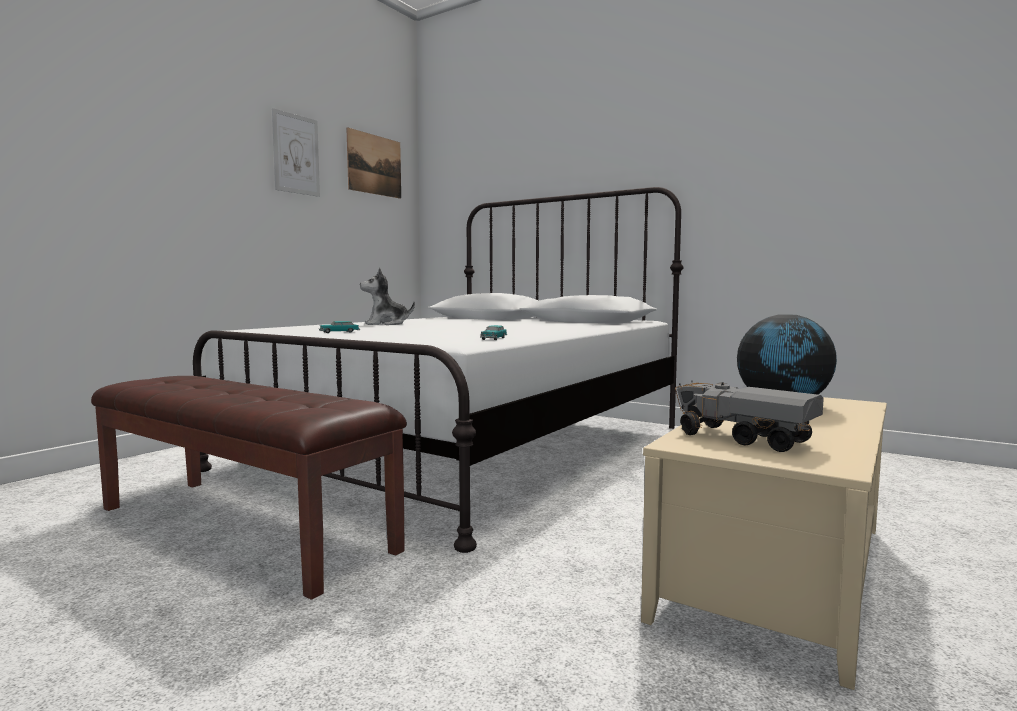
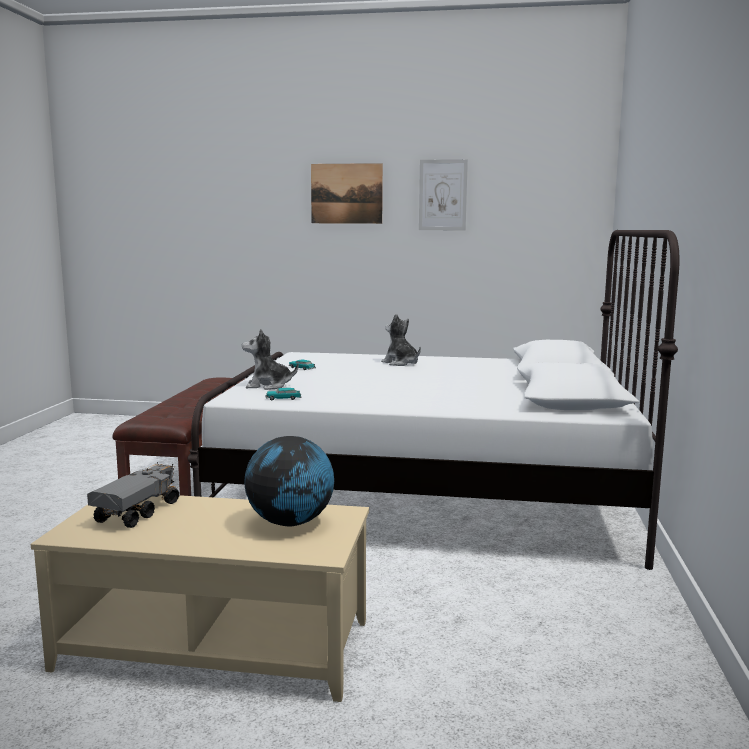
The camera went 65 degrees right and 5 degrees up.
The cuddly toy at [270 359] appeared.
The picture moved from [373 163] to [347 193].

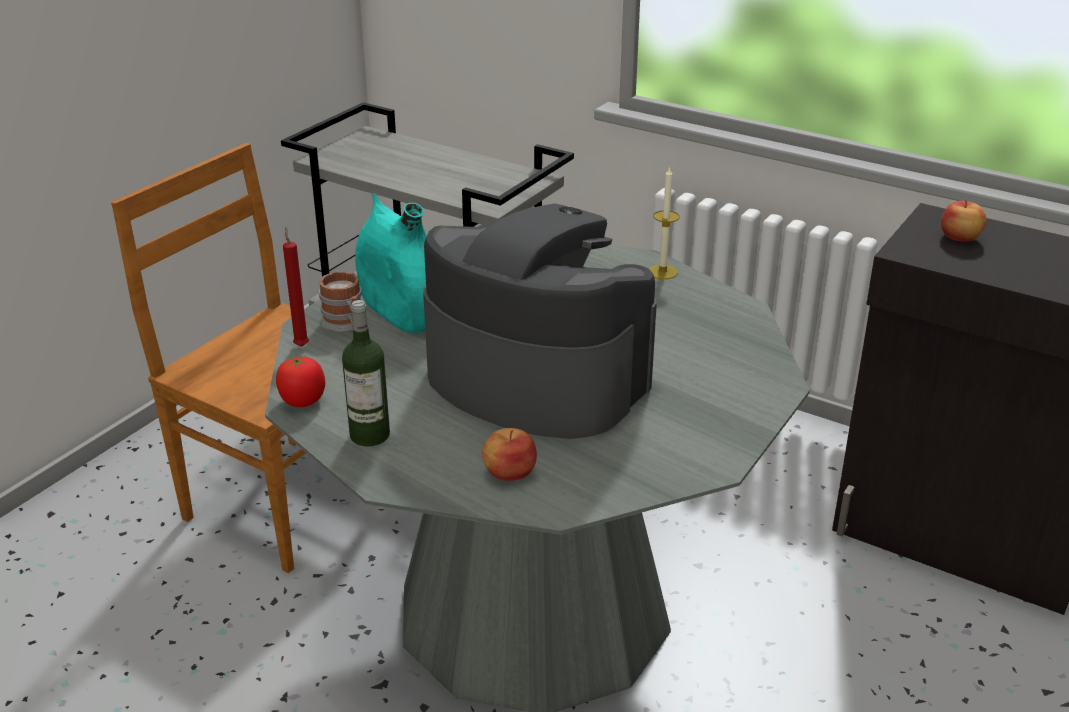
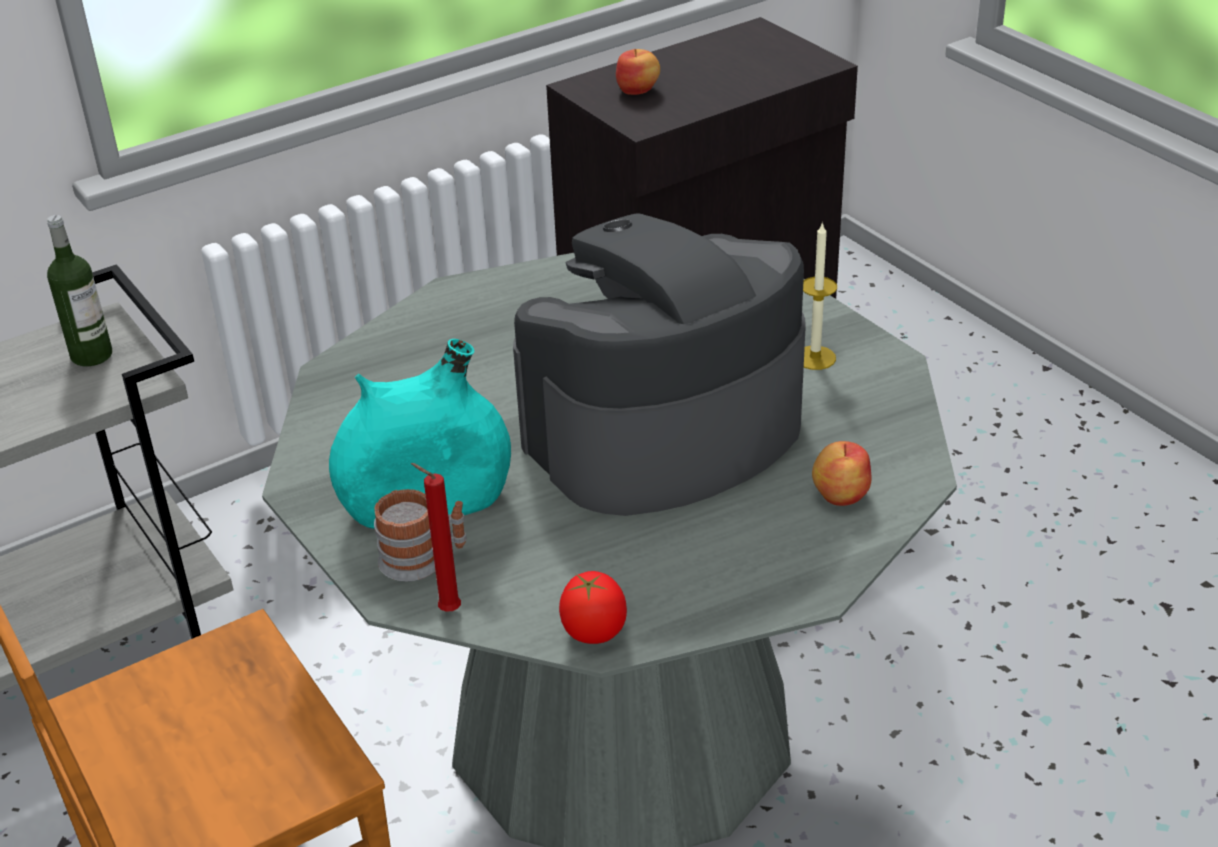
The camera went 65 degrees left and 5 degrees up.
The drink bottle moved from [366 373] to [79 290].
The candle moved from [664 222] to [820 296].

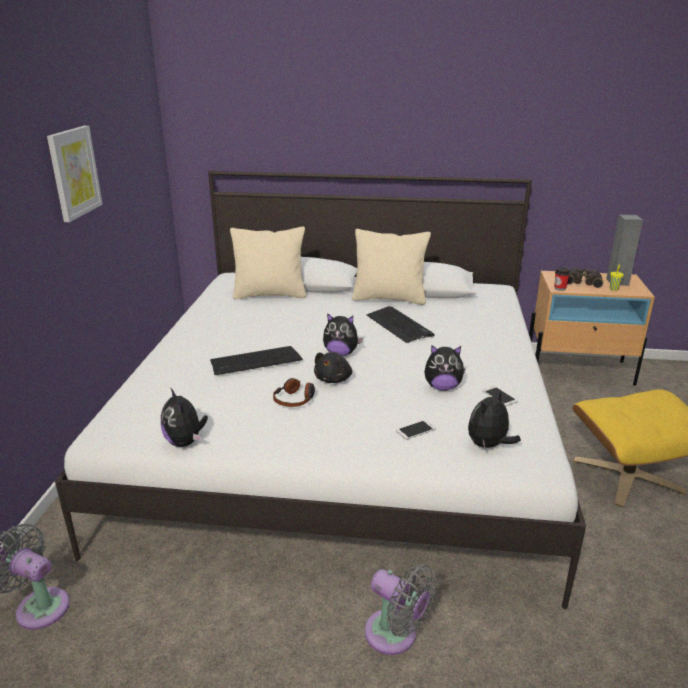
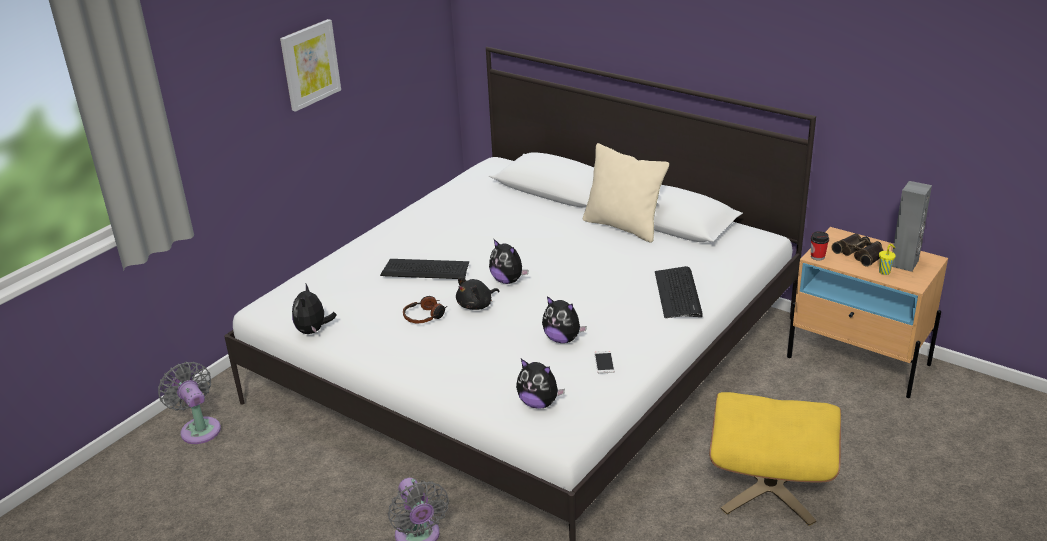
The camera went 30 degrees right and 5 degrees up.
The sand-coloured pillow at [268 263] disappeared.
The telephone at [416 430] disappeared.
The keyboard moved from [400 324] to [678 292].
The cuddly toy at [494 420] turned 135 degrees counterclockwise.

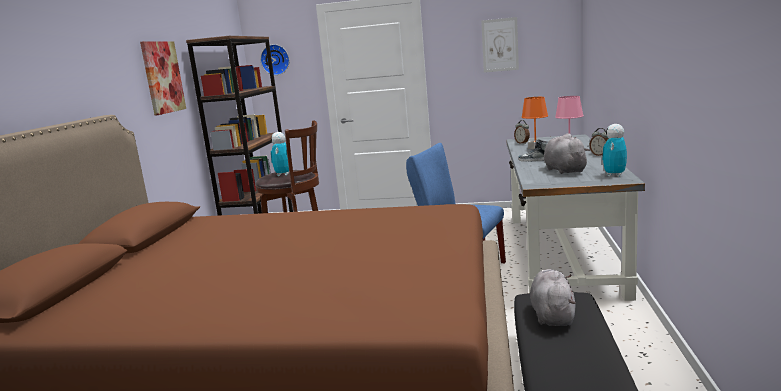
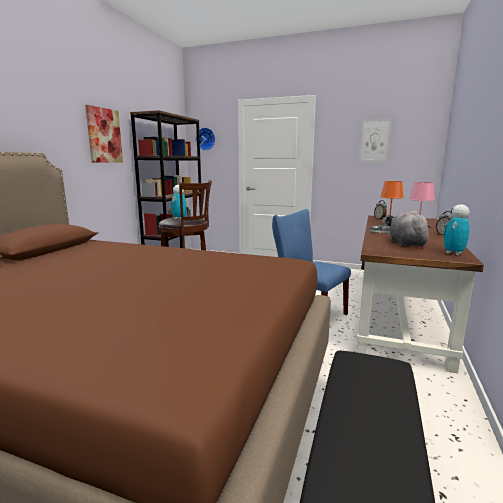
The camera went 10 degrees right and 0 degrees up.
The grey cuddly toy at [553 297] disappeared.
The grey desk table at [575 217] became the brown-coloured desk table at [420 294].

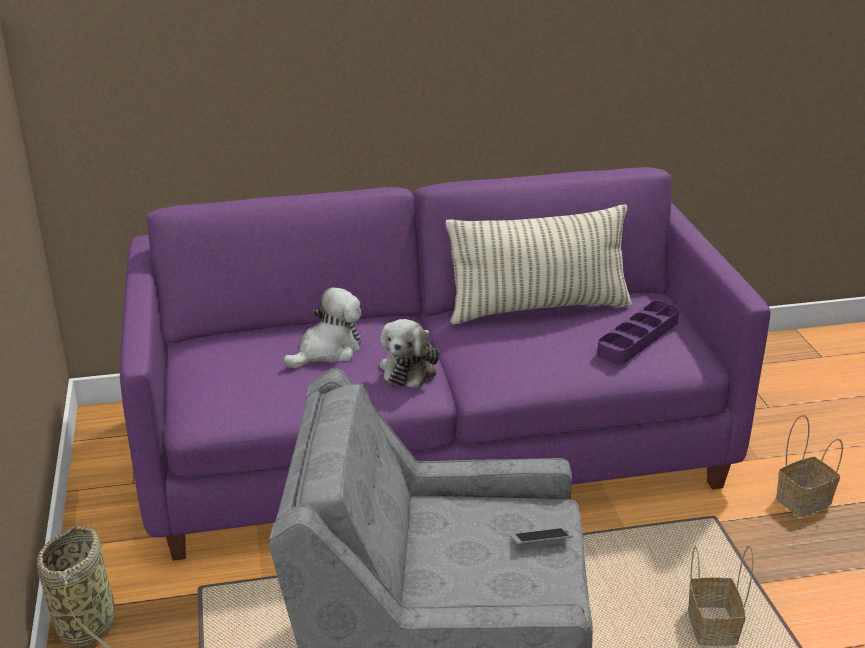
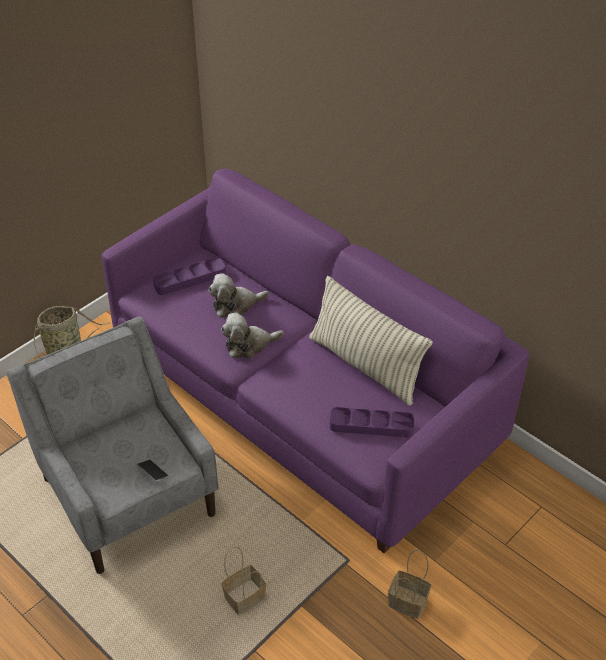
The camera went 55 degrees right and 15 degrees up.
The purple tray at [189 276] appeared.
The cuddly toy at [322 327] turned 150 degrees clockwise.

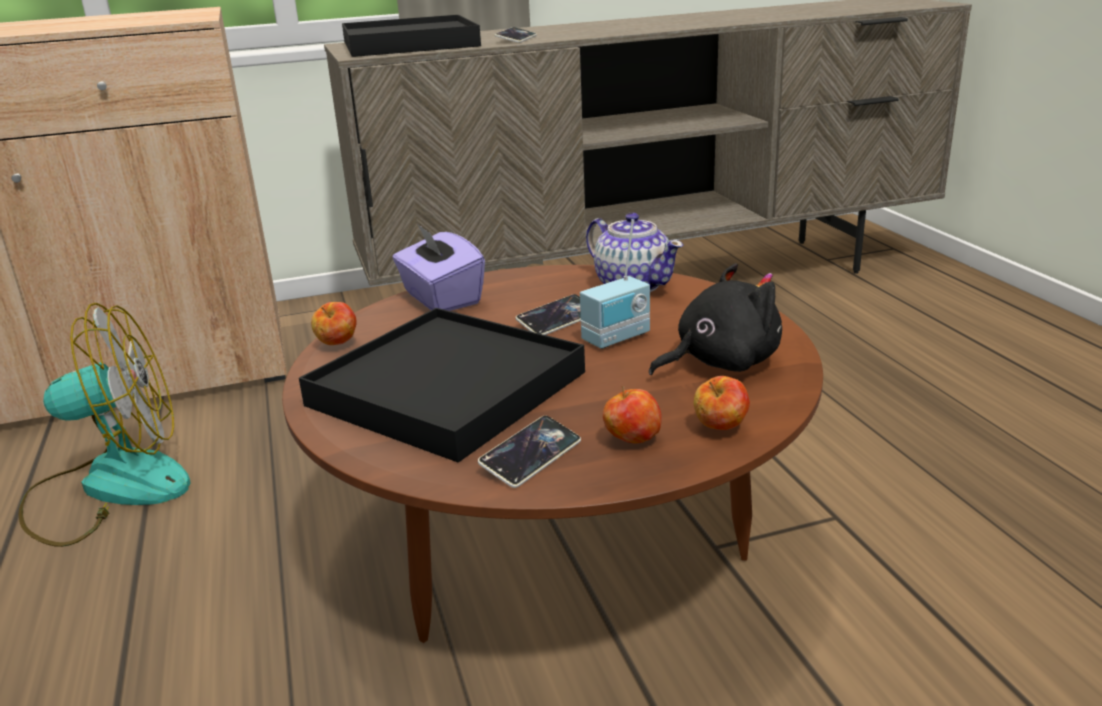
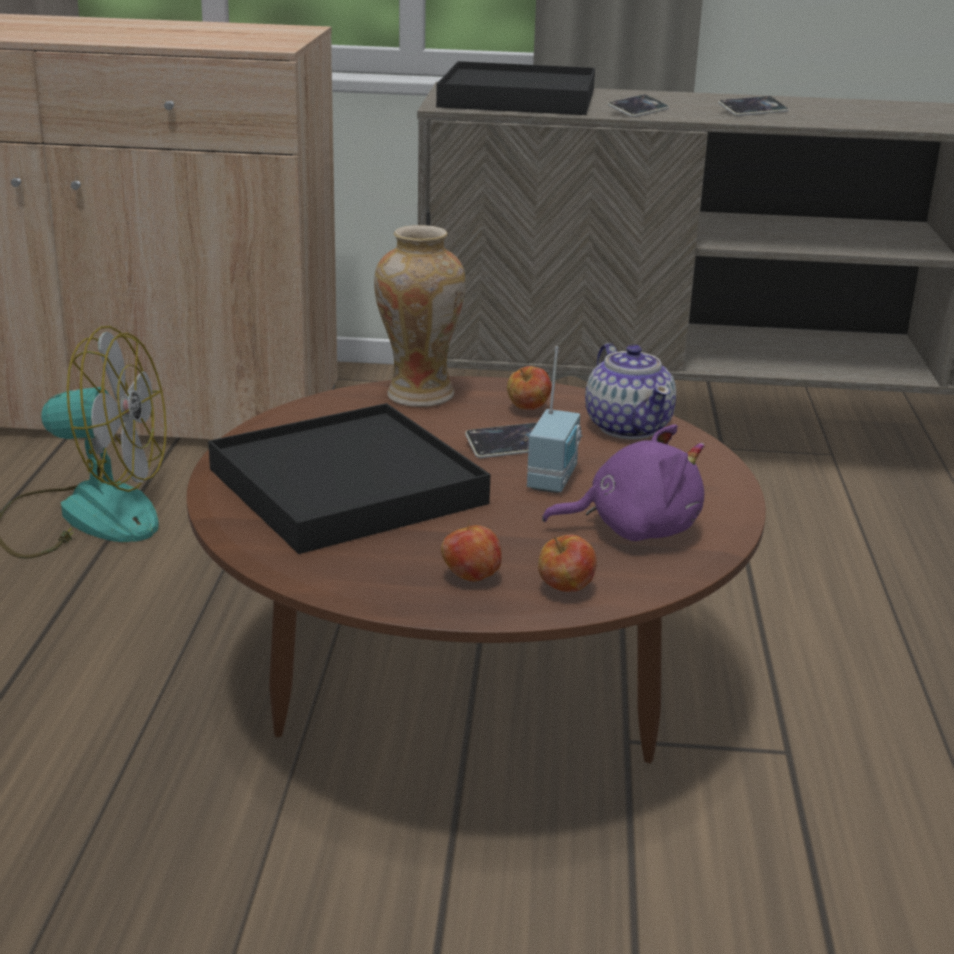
The camera went 20 degrees right and 0 degrees up.
The whole apple moved from [333 323] to [529 388].
The telephone moved from [529 452] to [753 106].
The purple tissue holder at [438 267] was replaced by the vase at [420 316].
The black cuddly toy at [715 319] became the purple cuddly toy at [623 482].
The radio receiver at [615 284] turned 60 degrees counterclockwise.

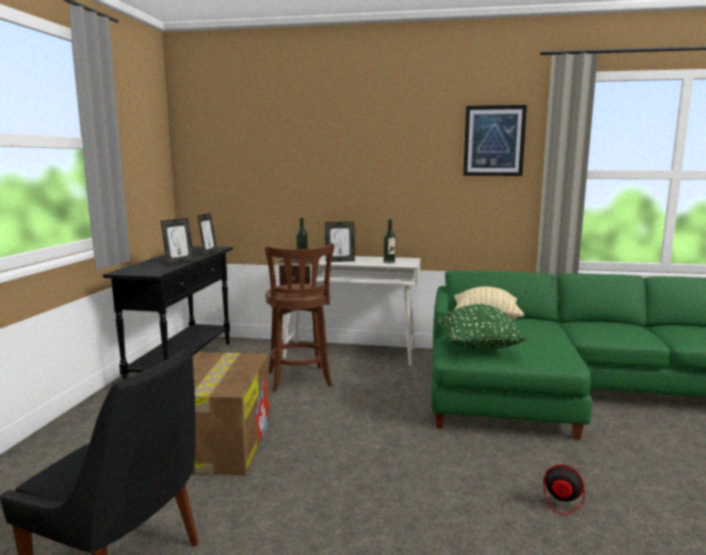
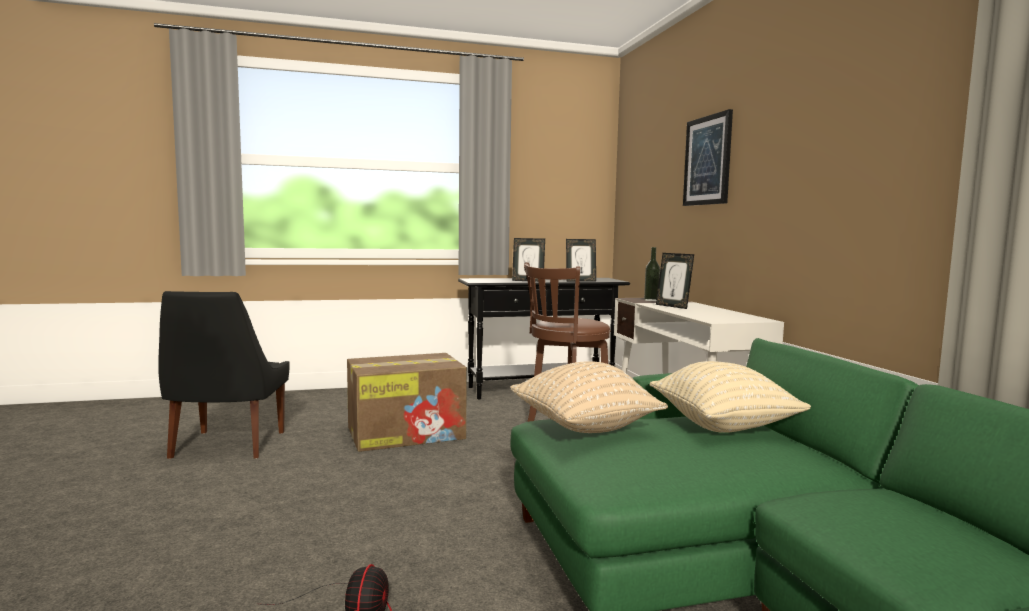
The camera went 65 degrees right and 5 degrees down.
The drink bottle at [390 241] disappeared.
The picture moved from [495 140] to [708 157].
The green-coloured pillow at [482 326] became the sand-coloured pillow at [589 397].

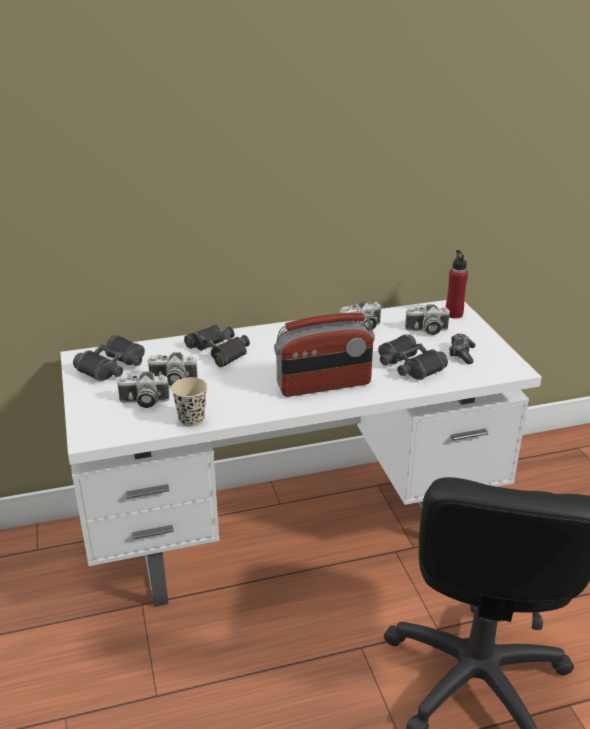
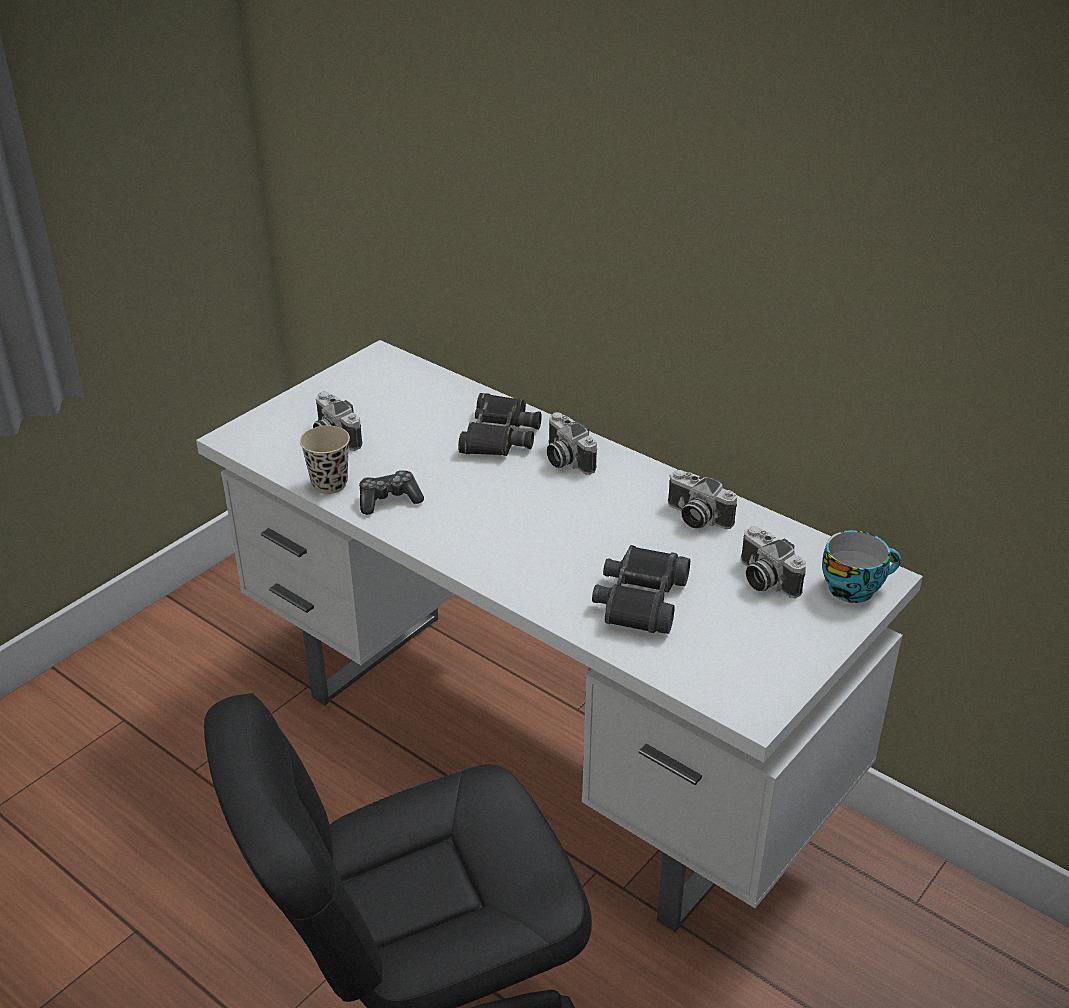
The camera went 55 degrees right and 5 degrees up.
The black binoculars at [109 358] disappeared.
The radio receiver at [324 355] disappeared.
The photo camera moved from [172 369] to [572 443].
The gamepad moved from [462 349] to [391 492].
The red-coloured drink bottle at [457 284] was replaced by the drinking cup at [861 566].

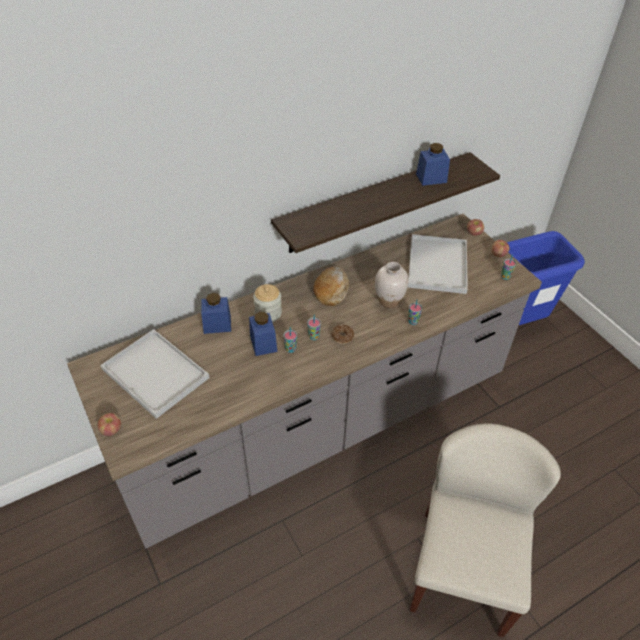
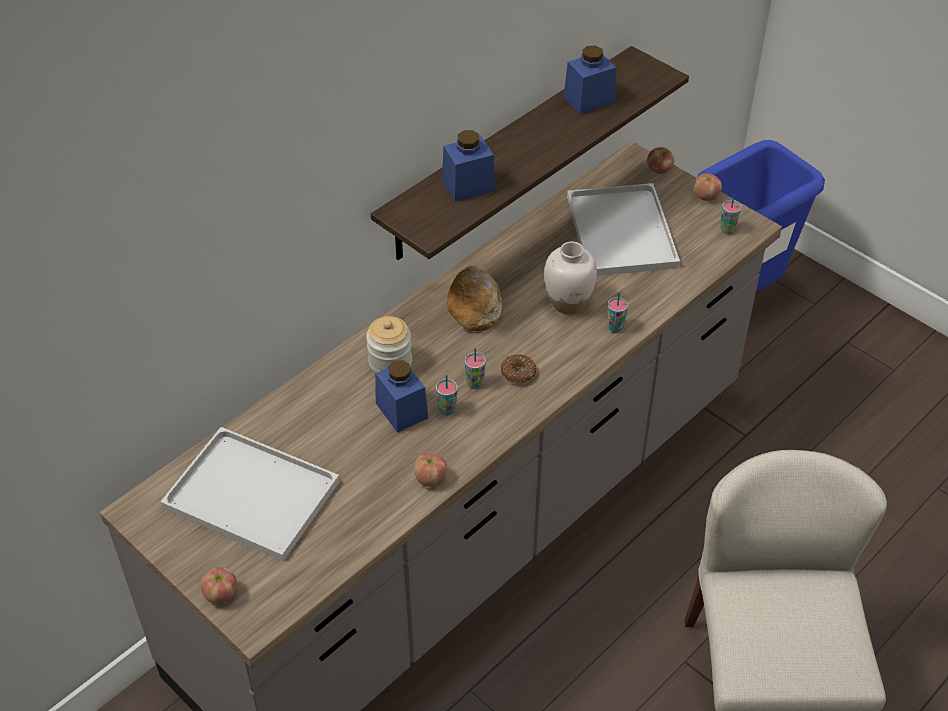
The camera went 15 degrees left and 0 degrees up.
The whole apple at [430 470] appeared.
The bluish jar moved from [216 313] to [468 166].

